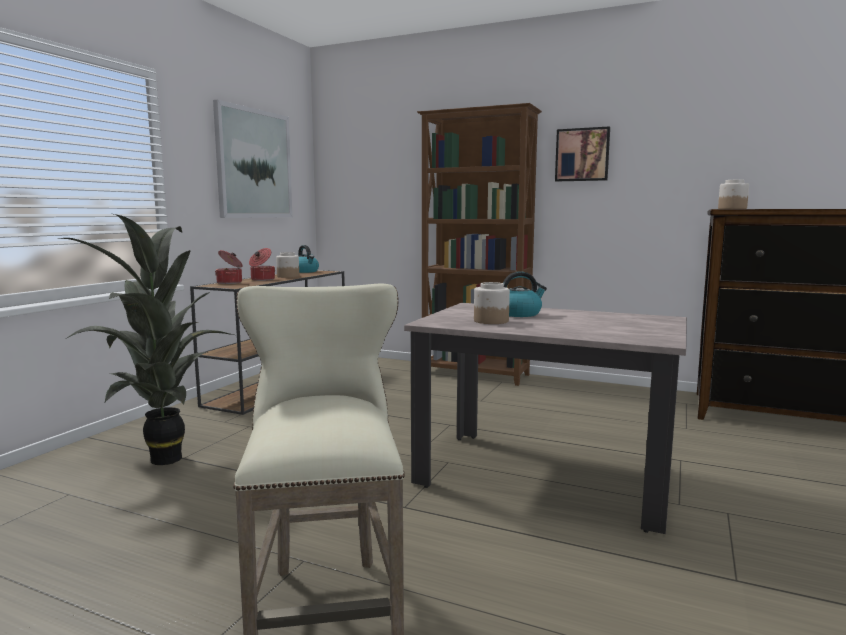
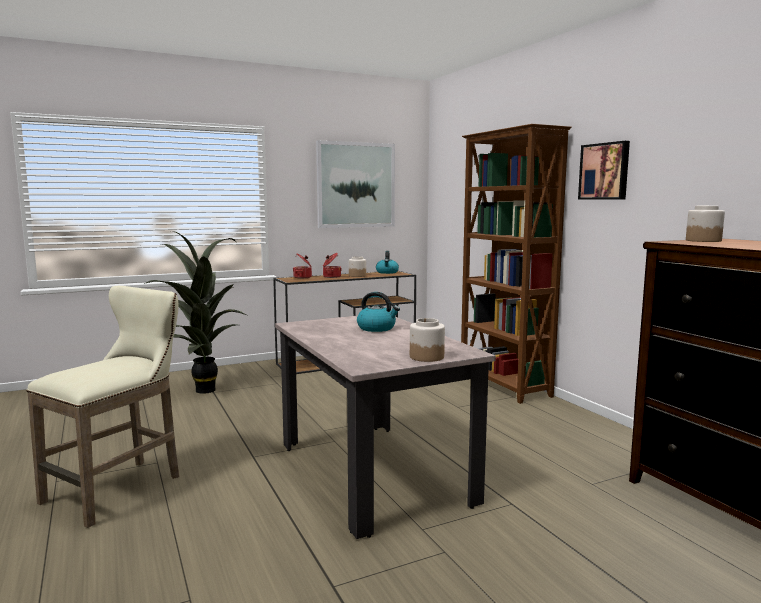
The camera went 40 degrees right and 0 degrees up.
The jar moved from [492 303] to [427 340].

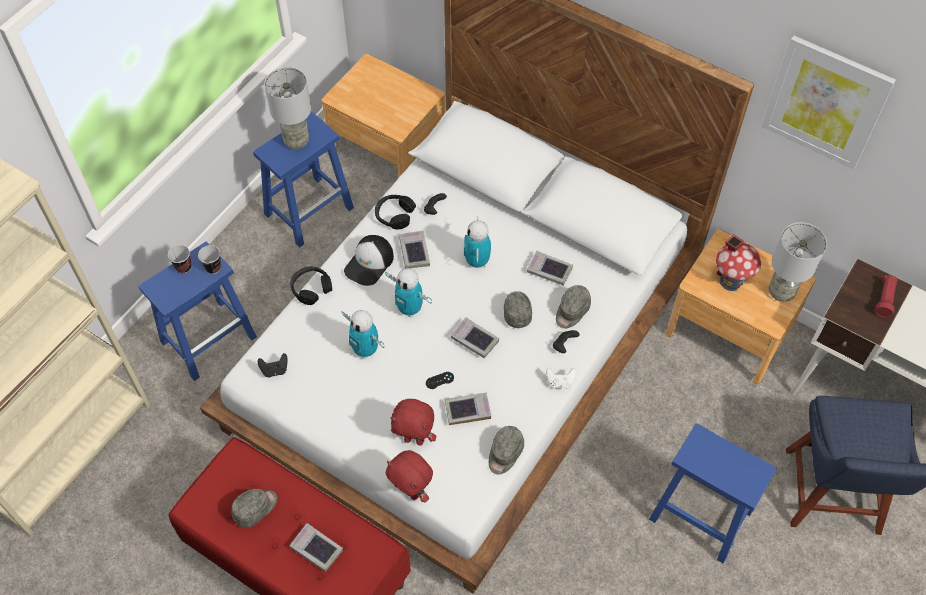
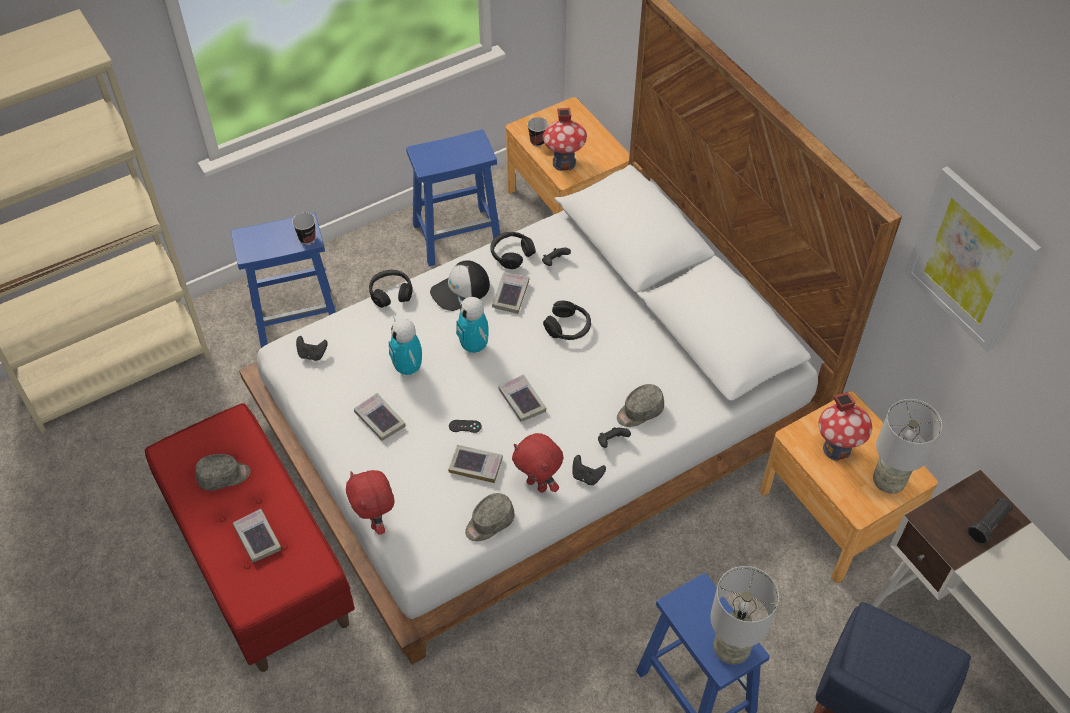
The camera went 25 degrees right and 5 degrees down.
The grey baseball cap at [518 309] disappeared.
The toy house at [565 139] appeared.
The drinking cup moved from [179 259] to [537 131].
The grey table lamp moved from [287 108] to [744 615].
The red-coloured cuddly toy moved from [413 422] to [537 463].
The bound book moved from [550 268] to [379 417].
The robot figure at [477 242] was replaced by the black headset at [567 320].
The white-coloured gamepad at [561 378] became the black gamepad at [589 470].
The red-coloured torch at [886 296] became the black torch at [990 520].

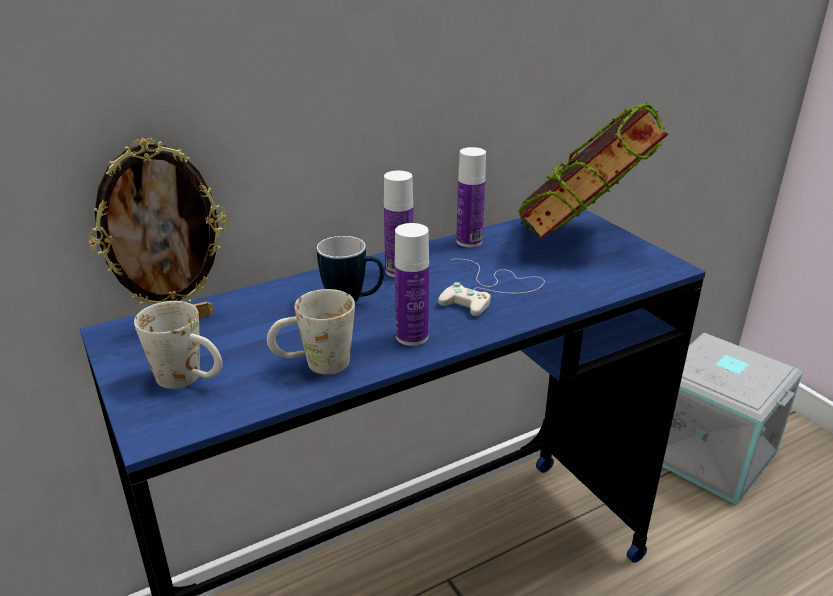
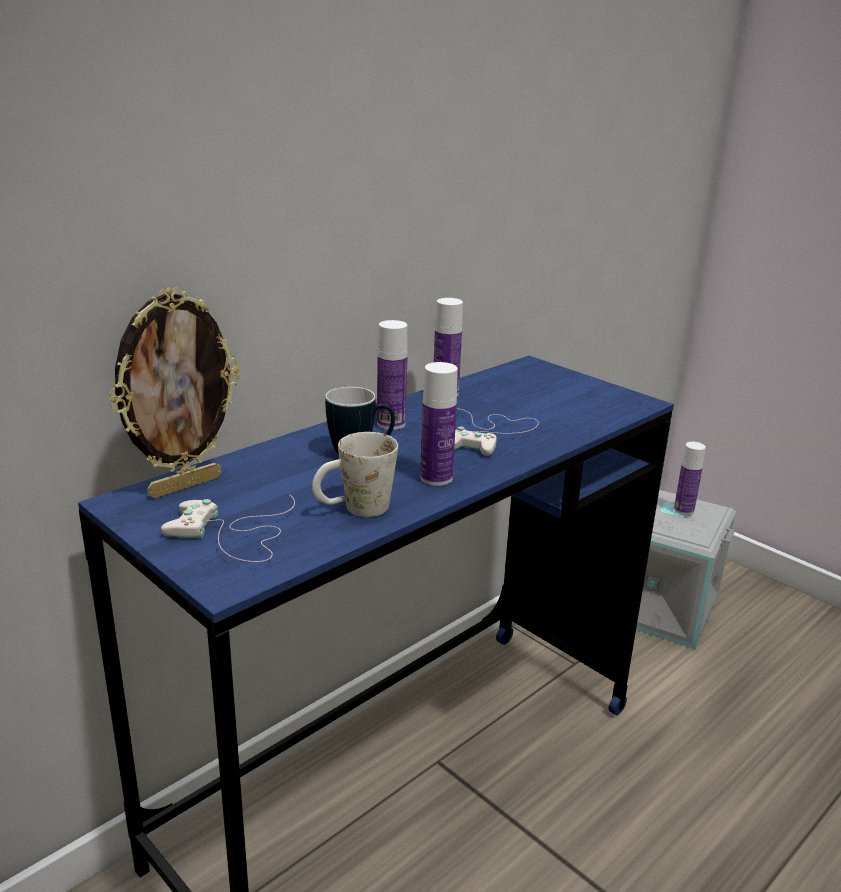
The camera went 15 degrees left and 5 degrees down.
The bound book at [593 170] disappeared.
The drink bottle at [690 478] appeared.
The white-coloured coffee mug at [178 345] was replaced by the white-coloured gamepad at [228 528].

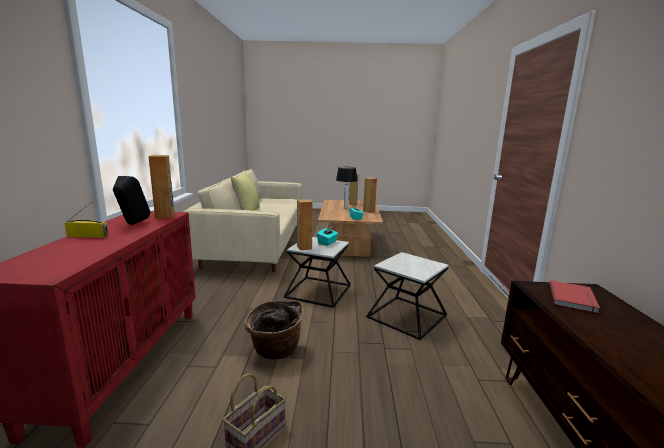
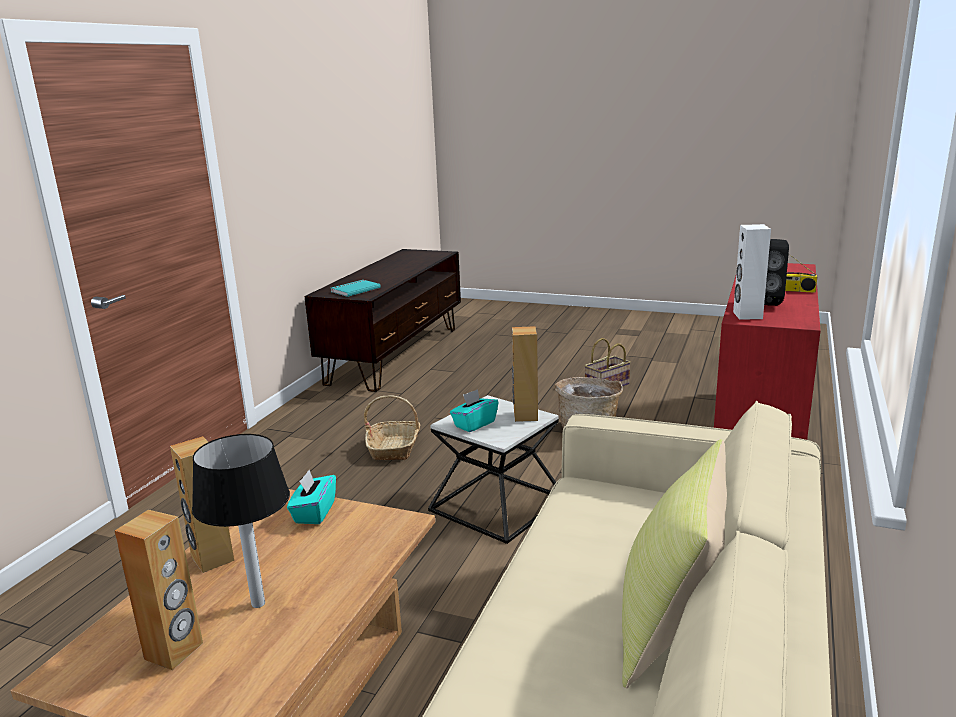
The camera went 160 degrees left and 5 degrees up.
The side table at [408 296] was replaced by the household basket at [392 427].
The brown-coloured audio speaker at [161 186] became the white-coloured audio speaker at [752 272].
The red-coloured bound book at [575 296] became the blue-green bound book at [356 288].

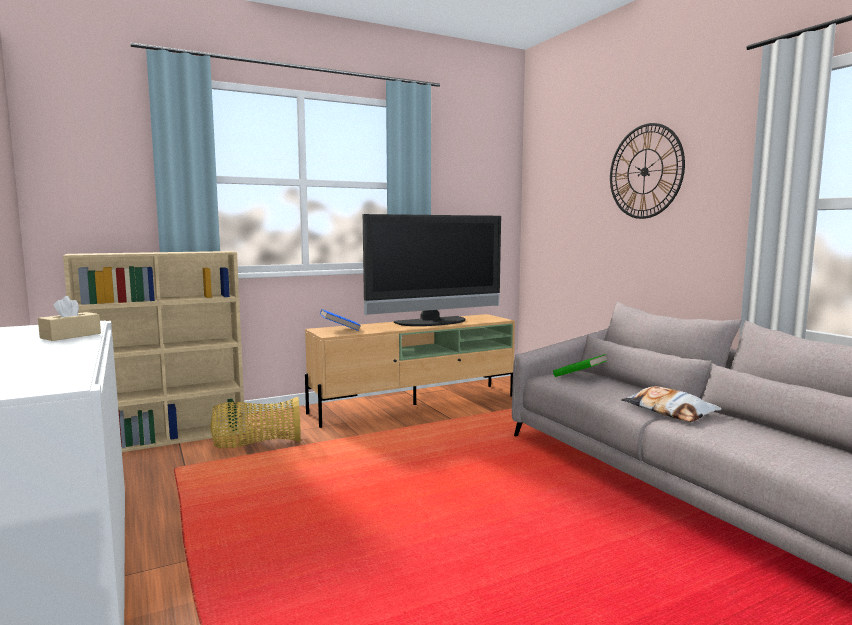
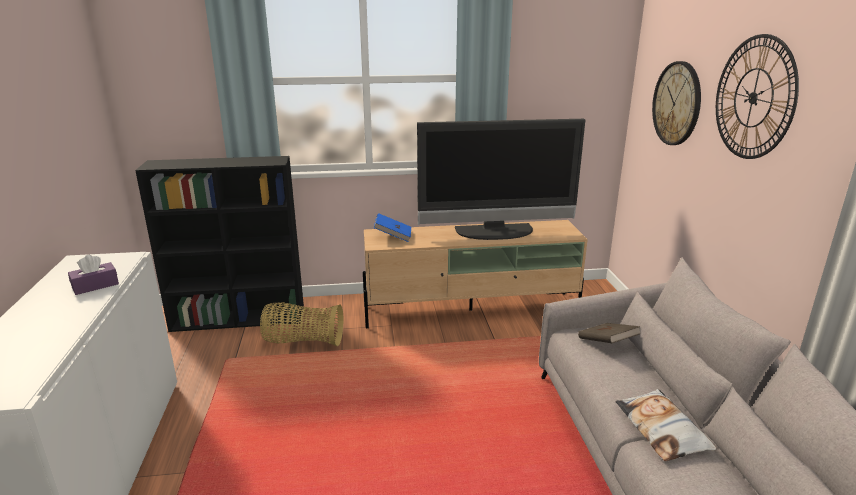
The camera went 20 degrees right and 15 degrees up.
The hanging clock at [676 103] appeared.
The sand-coloured tissue holder at [69 318] became the purple tissue holder at [93 275].
The sand-coloured bookcase at [154 351] became the black bookcase at [219 244].
The green-coloured bound book at [580 365] became the brown-coloured bound book at [609 333].

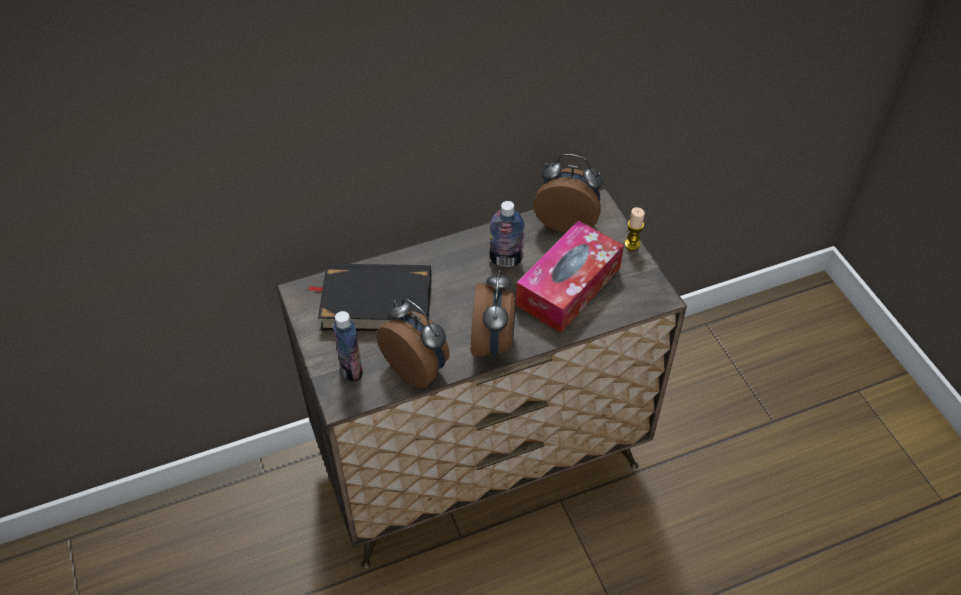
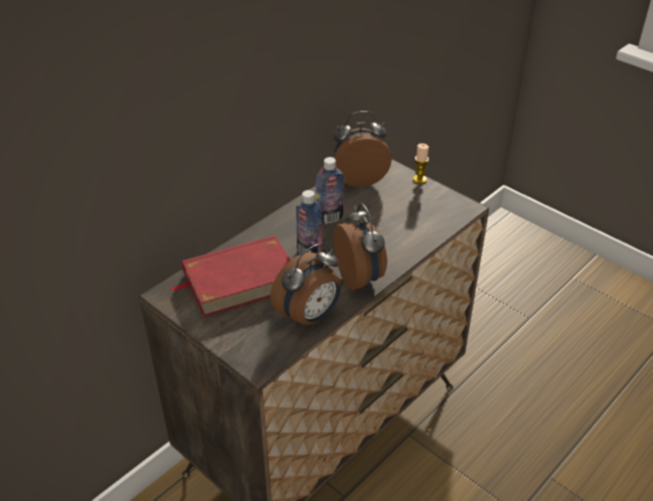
The camera went 25 degrees left and 10 degrees down.
The tissue holder at [570 276] disappeared.
The drink bottle moved from [348 346] to [309 222].
The black bound book at [369 297] became the red-coloured bound book at [230 276].
The table clock at [413 343] turned 120 degrees clockwise.

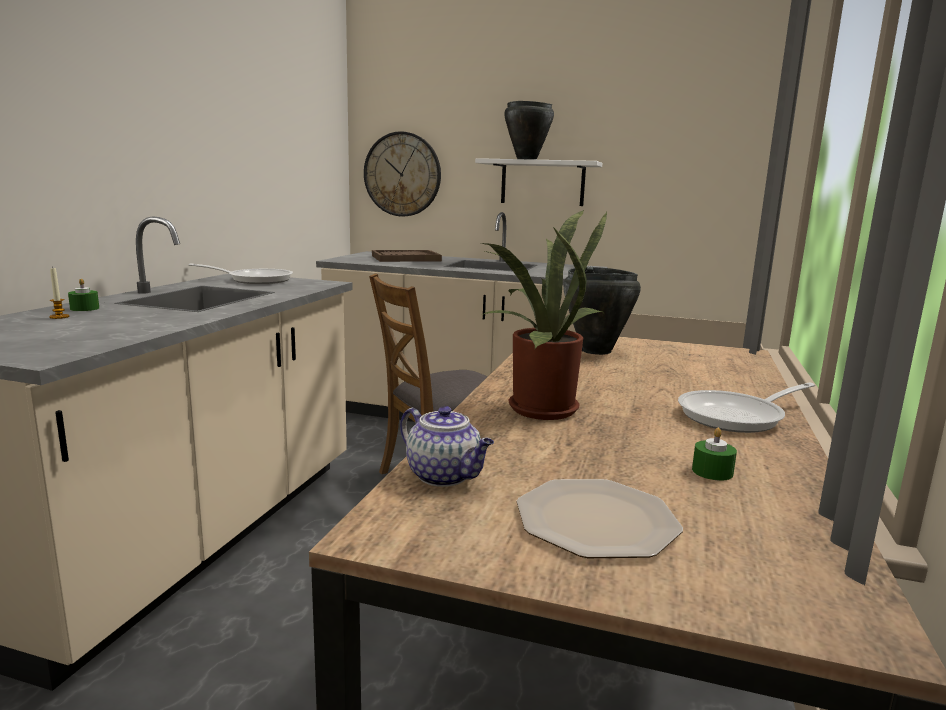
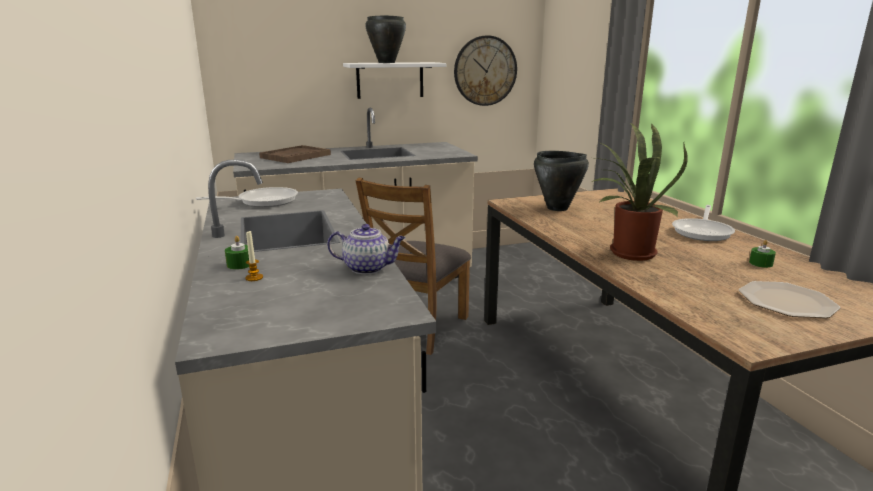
The camera went 35 degrees left and 5 degrees up.
The hanging clock moved from [402 173] to [485 70].
The teapot moved from [447 446] to [366 249].

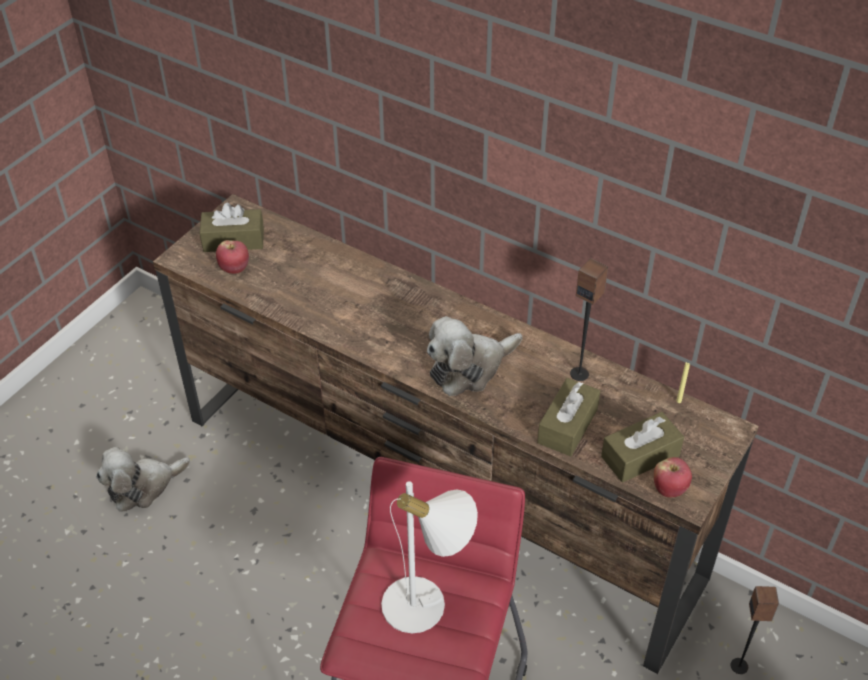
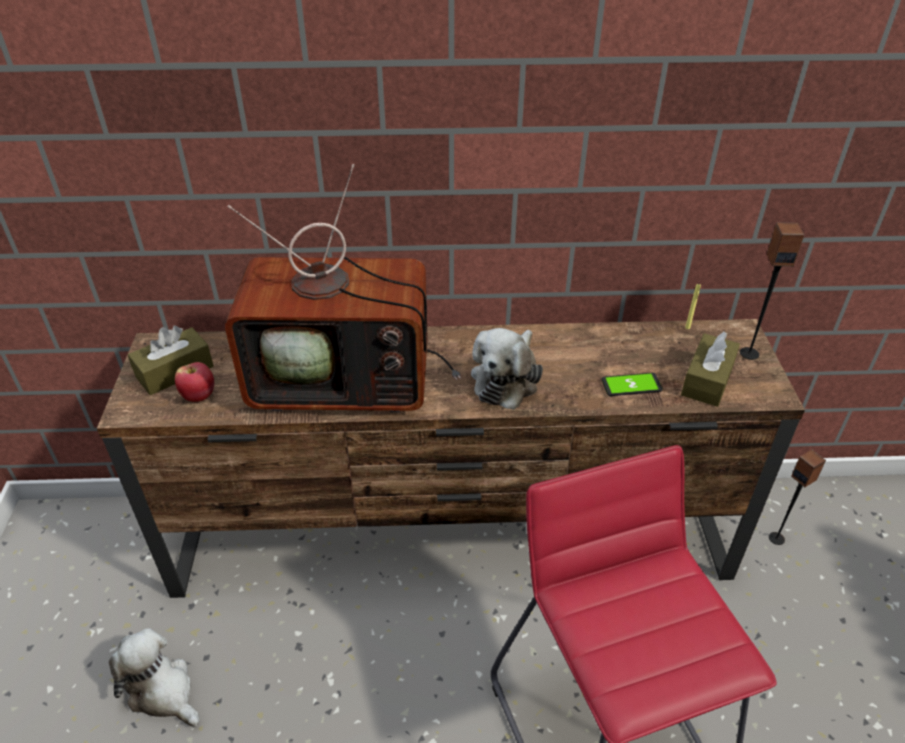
The camera went 35 degrees left and 5 degrees down.
The white-coloured table lamp at [429 557] disappeared.
The whole apple at [673 477] disappeared.
The TV at [343 288] appeared.
The audio speaker moved from [589 319] to [772 291].
The brown-coloured tissue holder at [568 417] was replaced by the telephone at [632 384].
The cuddly toy at [143 479] turned 105 degrees clockwise.

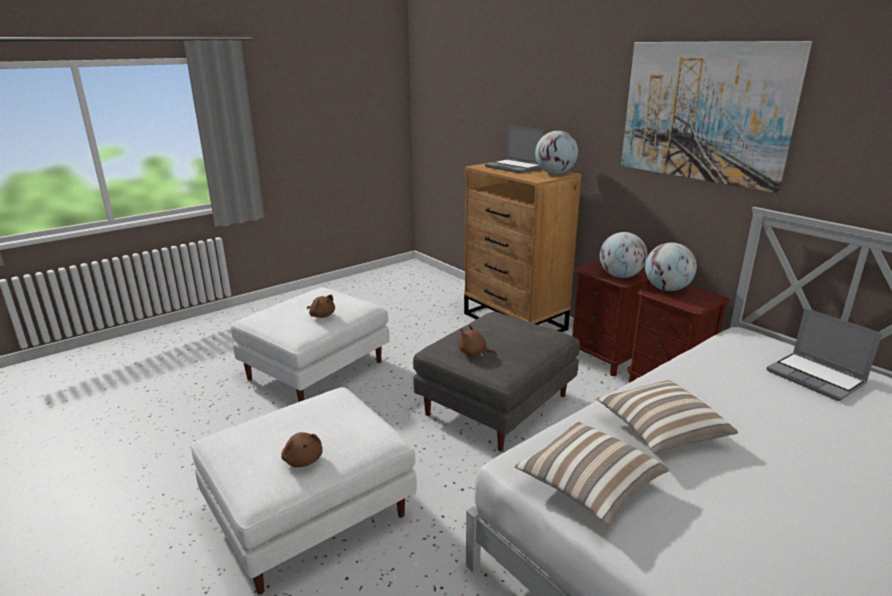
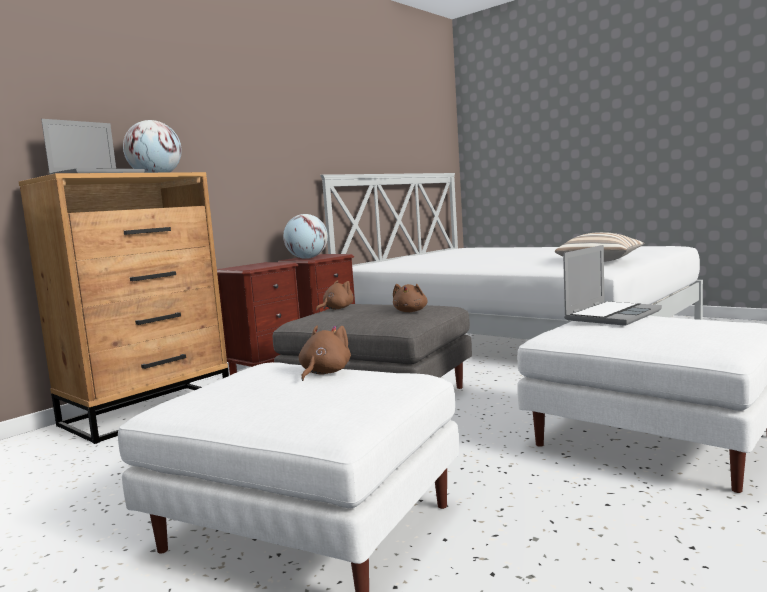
The camera went 100 degrees left and 15 degrees down.
The pillow at [667 417] disappeared.
The desk globe at [623 255] disappeared.
The picture at [716 117] disappeared.
The brown-coloured cuddly toy moved from [302 449] to [334 295].
The portable computer moved from [824 354] to [612 285].

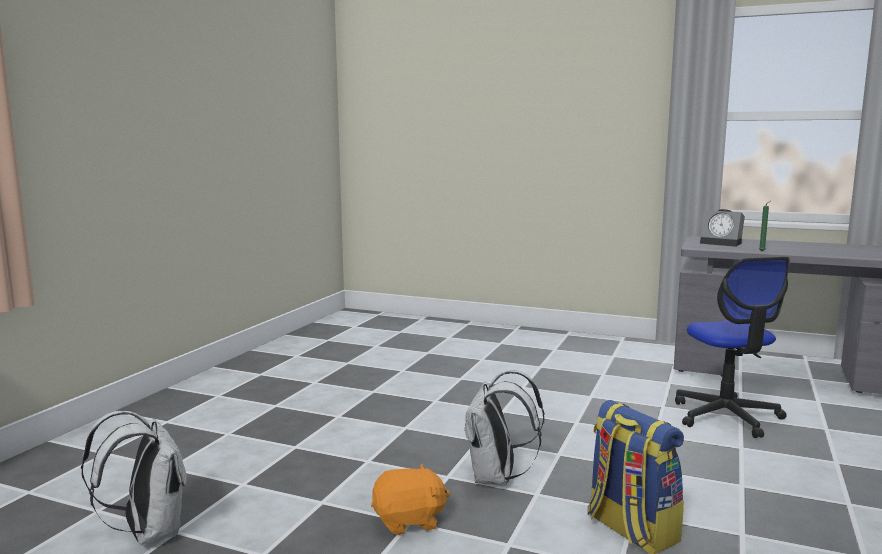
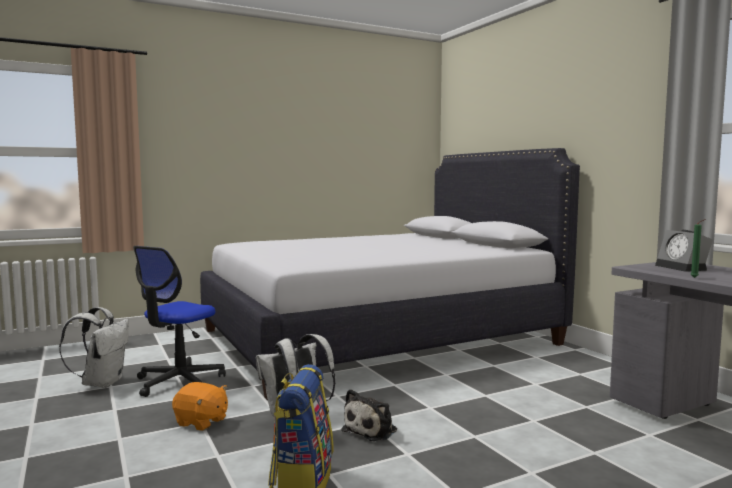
The camera went 40 degrees right and 5 degrees down.
The white-coloured bed at [390 274] appeared.
The cuddly toy at [369 415] appeared.
The desk chair moved from [732 347] to [179 321].

